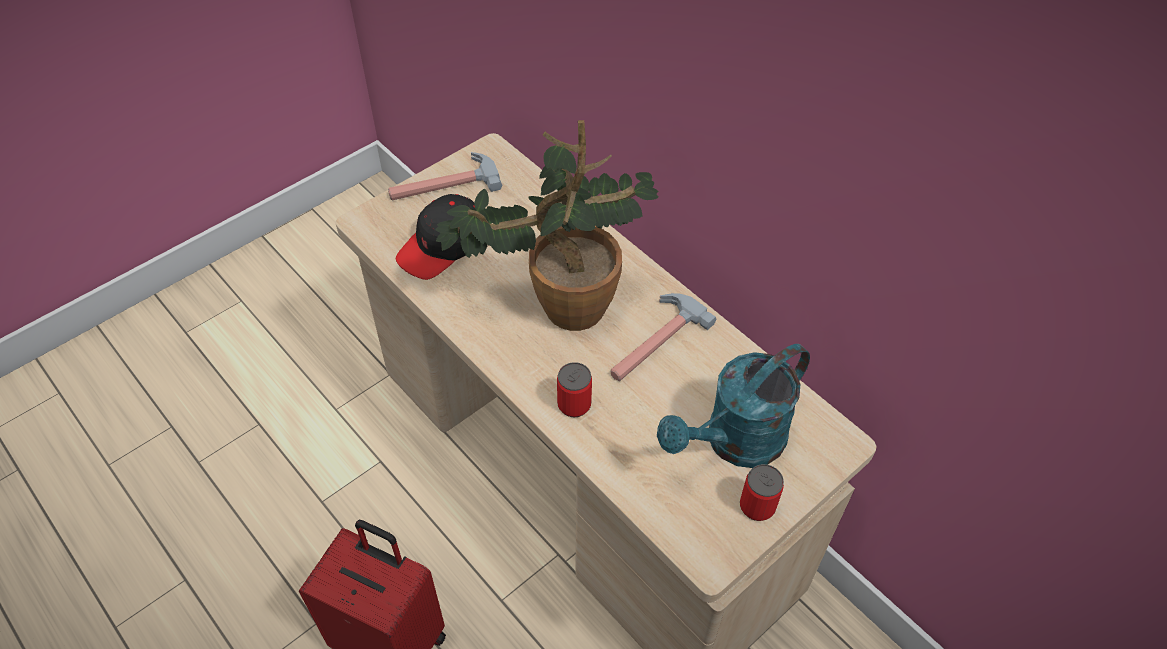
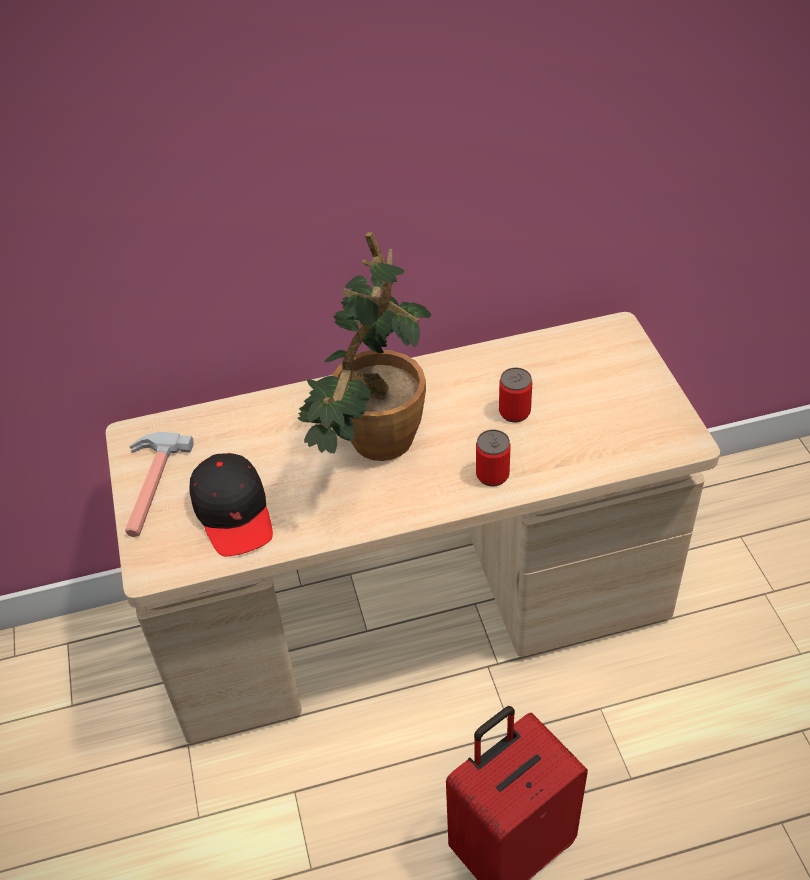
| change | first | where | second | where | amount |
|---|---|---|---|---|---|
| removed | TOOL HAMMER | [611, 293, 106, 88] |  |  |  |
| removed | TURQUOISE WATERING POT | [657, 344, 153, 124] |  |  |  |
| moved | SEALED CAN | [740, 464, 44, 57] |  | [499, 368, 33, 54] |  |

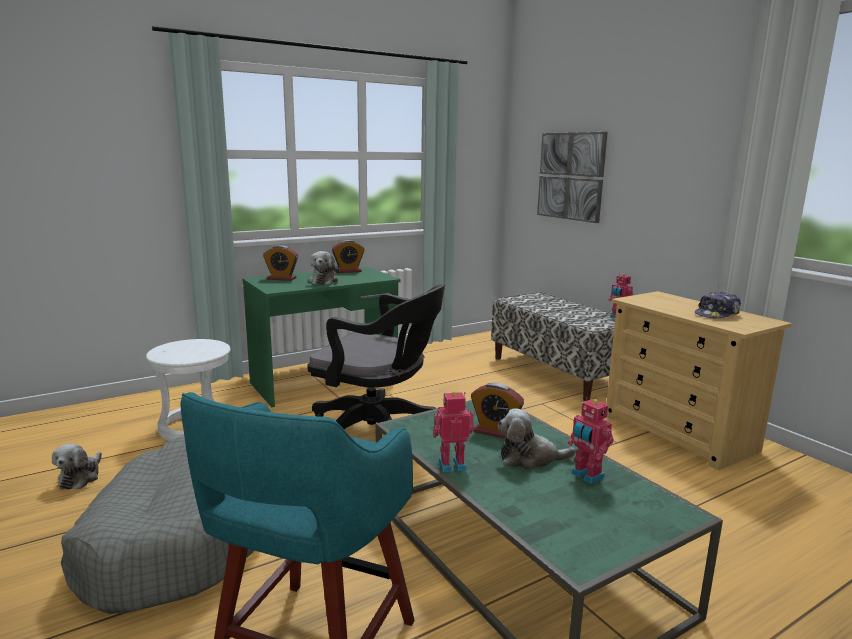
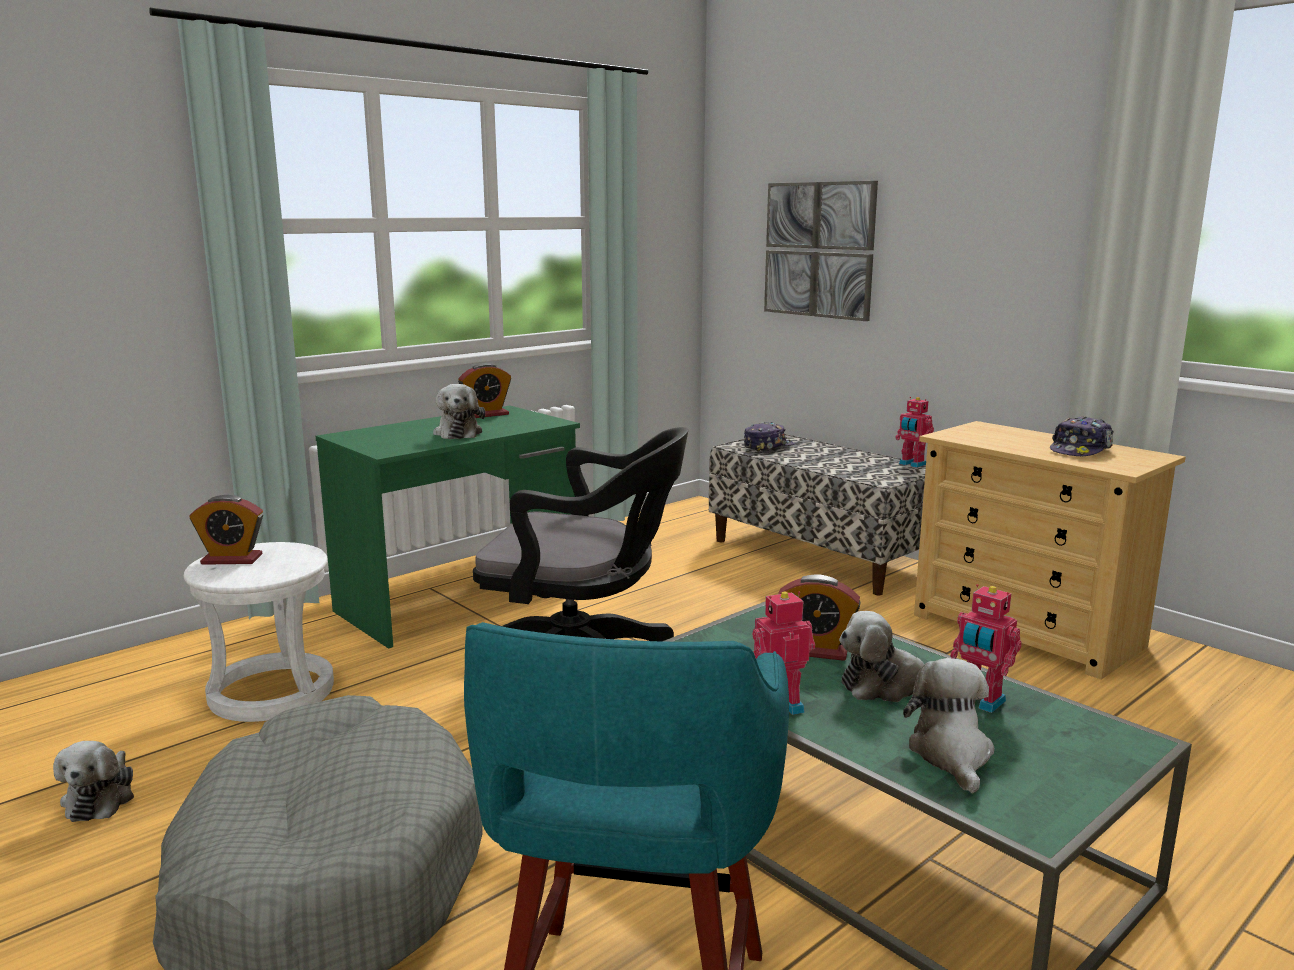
| change | first | where | second | where | amount |
|---|---|---|---|---|---|
| added |  |  | PEAKED CAP | [744, 422, 51, 30] |  |
| added |  |  | PLUSH TOY | [903, 658, 91, 136] |  |
| moved | BEDSIDE CLOCK | [263, 245, 35, 36] |  | [189, 495, 74, 70] |  |

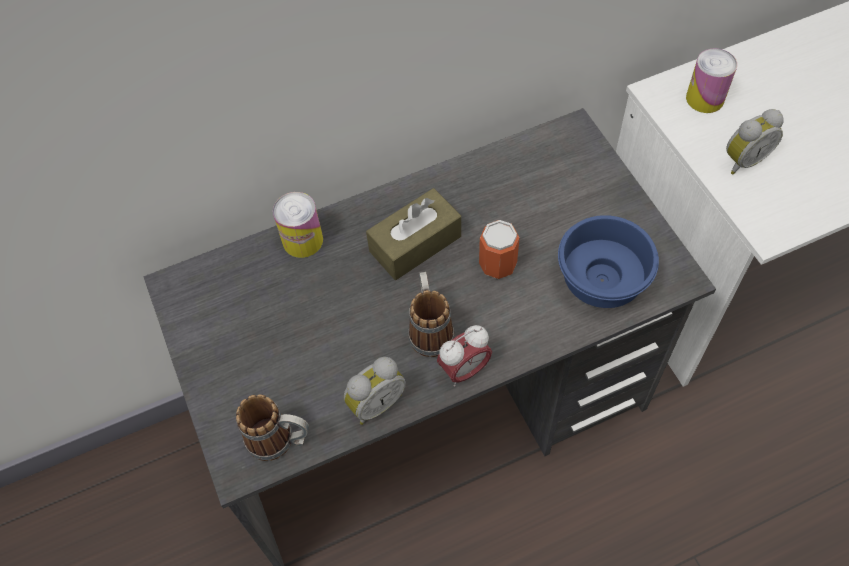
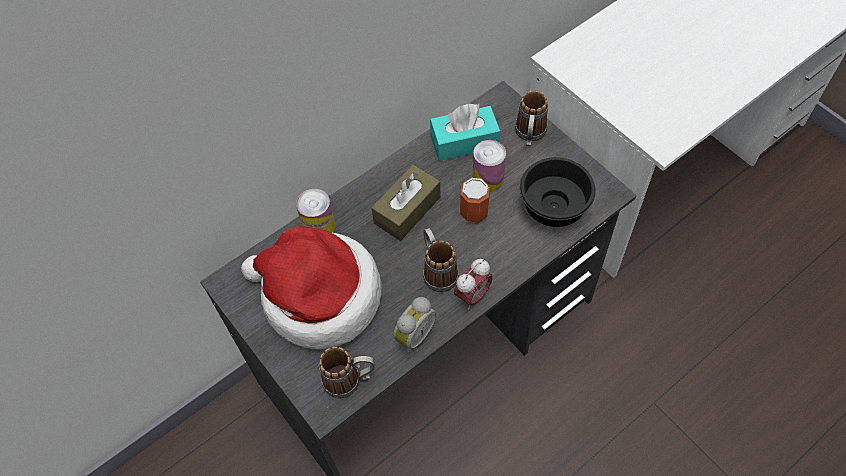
| change | first | where | second | where | amount |
|---|---|---|---|---|---|
| removed | BEDSIDE CLOCK | [726, 109, 57, 65] |  |  |  |
| added |  |  | WEARABLE HAT | [241, 226, 140, 124] |  |
| added |  |  | TURQUOISE TISSUE BOX | [430, 104, 70, 57] |  |
| added |  |  | MUG | [515, 91, 33, 55] |  |
| moved | SEALED CAN | [686, 48, 51, 65] |  | [473, 140, 33, 51] |  |
| recoloured | BLUE DEEP DISH | [558, 215, 101, 93] | BLACKISH DEEP DISH | [520, 157, 76, 70] |  |

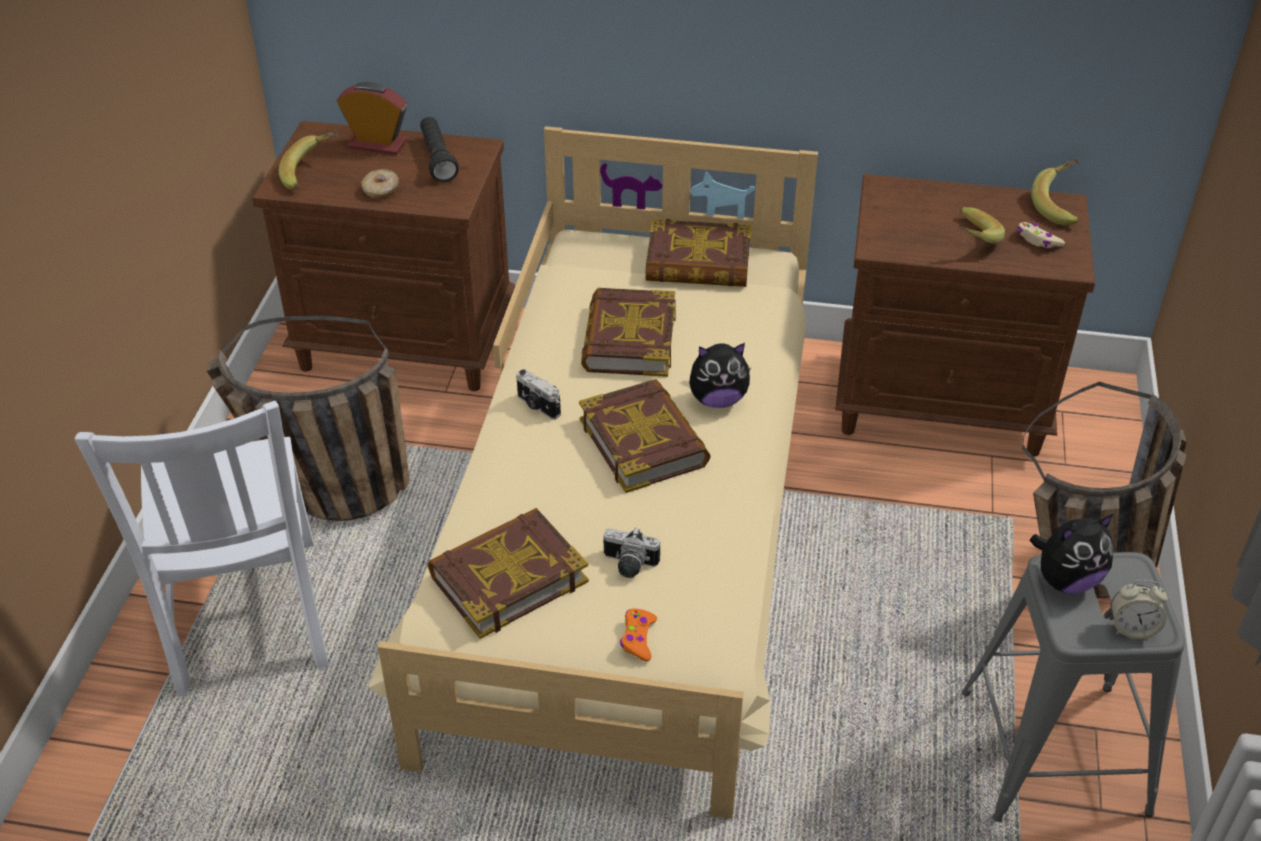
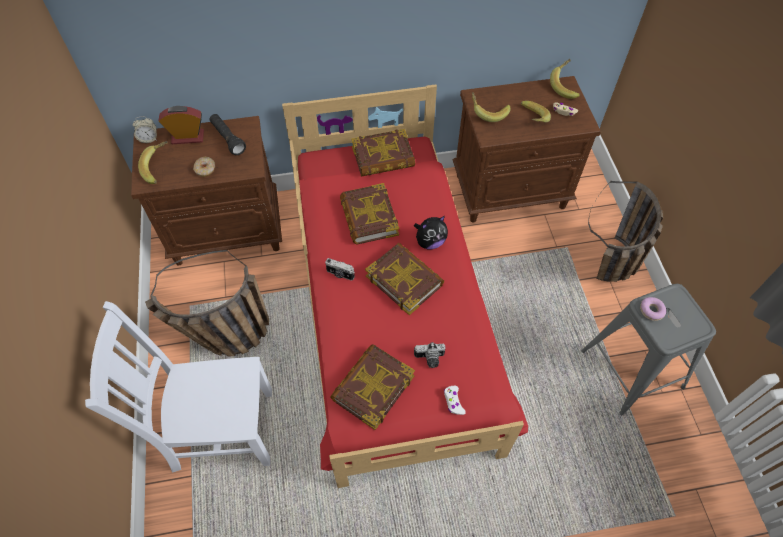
| change | first | where | second | where | amount |
|---|---|---|---|---|---|
| added |  |  | BANANA FRUIT | [472, 92, 38, 30] |  |
| moved | BEDSIDE CLOCK | [1111, 580, 57, 59] |  | [133, 116, 24, 27] |  |
| replaced | PLUSH TOY | [1030, 514, 84, 80] | DOUGHNUT | [640, 297, 26, 24] |  |
| recoloured | BEIGE-COLOURED BEDROOM BED | [368, 126, 450, 693] | RED-COLOURED BEDROOM BED | [282, 84, 246, 404] |  |
| recoloured | ORANGE GAMEPAD | [620, 609, 37, 52] | WHITISH GAMEPAD | [444, 386, 22, 29] |  |
| turned | WHITISH CHAIR | [75, 401, 254, 294] |  | [85, 301, 187, 172] | 120 degrees clockwise |

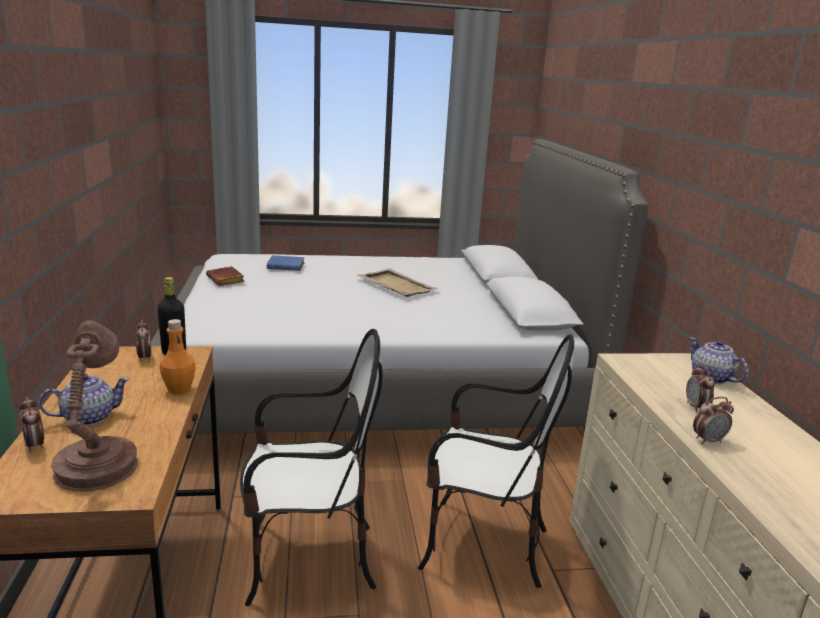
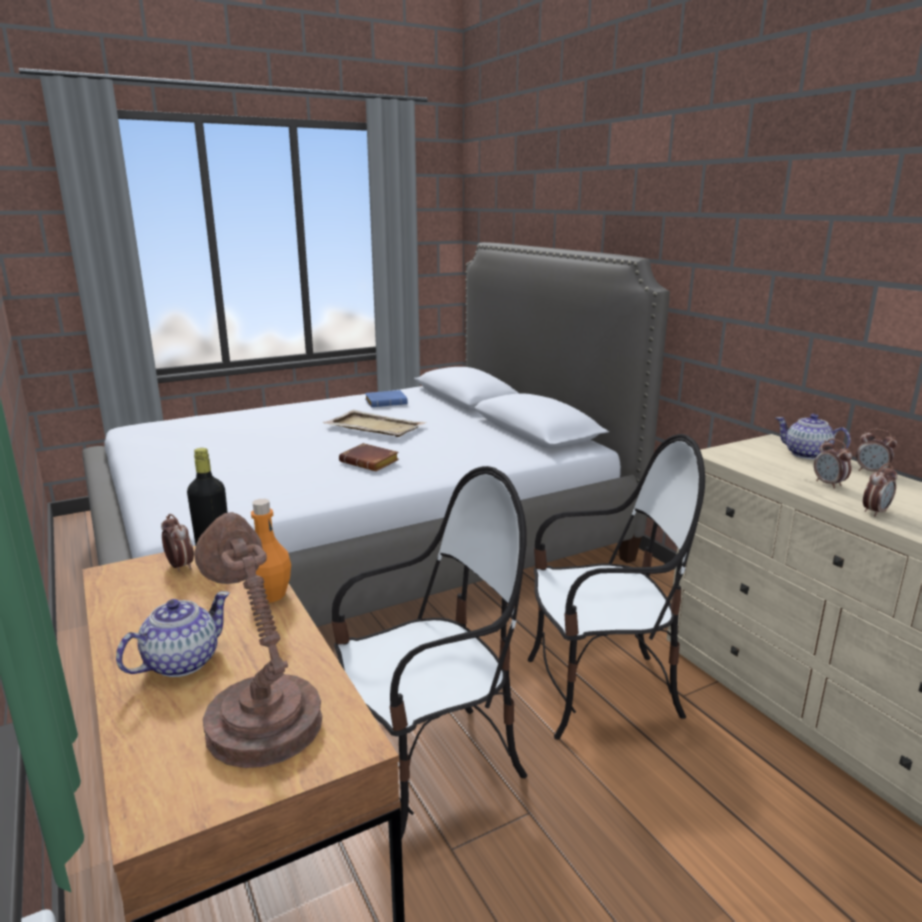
| change | first | where | second | where | amount |
|---|---|---|---|---|---|
| moved | BEDSIDE CLOCK | [19, 397, 25, 56] |  | [856, 429, 41, 43] |  |
| moved | BROWN VOLUME | [206, 266, 39, 20] |  | [339, 443, 60, 28] |  |
| moved | BLUE VOLUME | [267, 255, 38, 16] |  | [365, 390, 43, 17] |  |

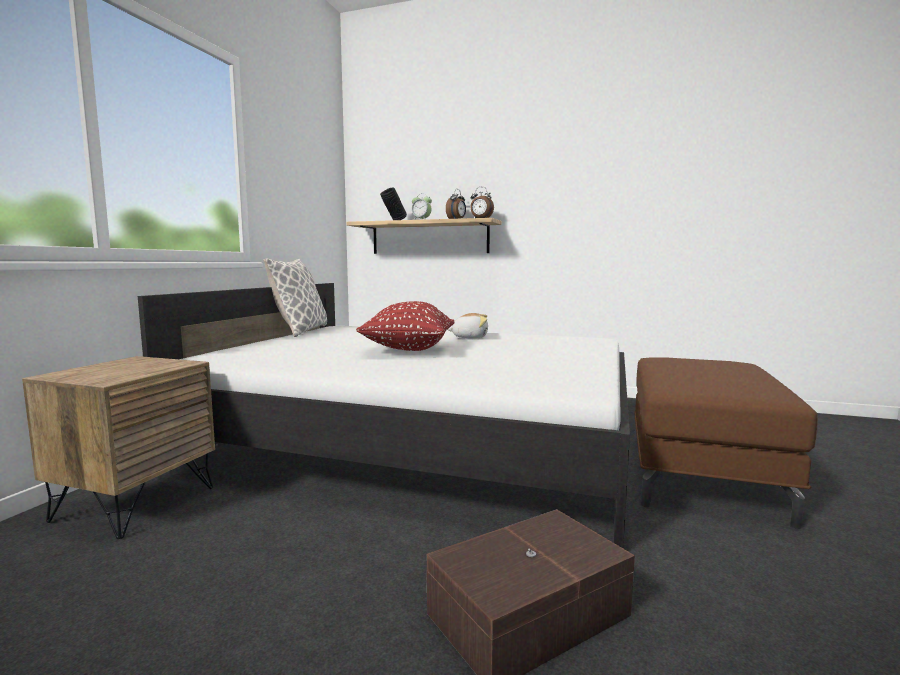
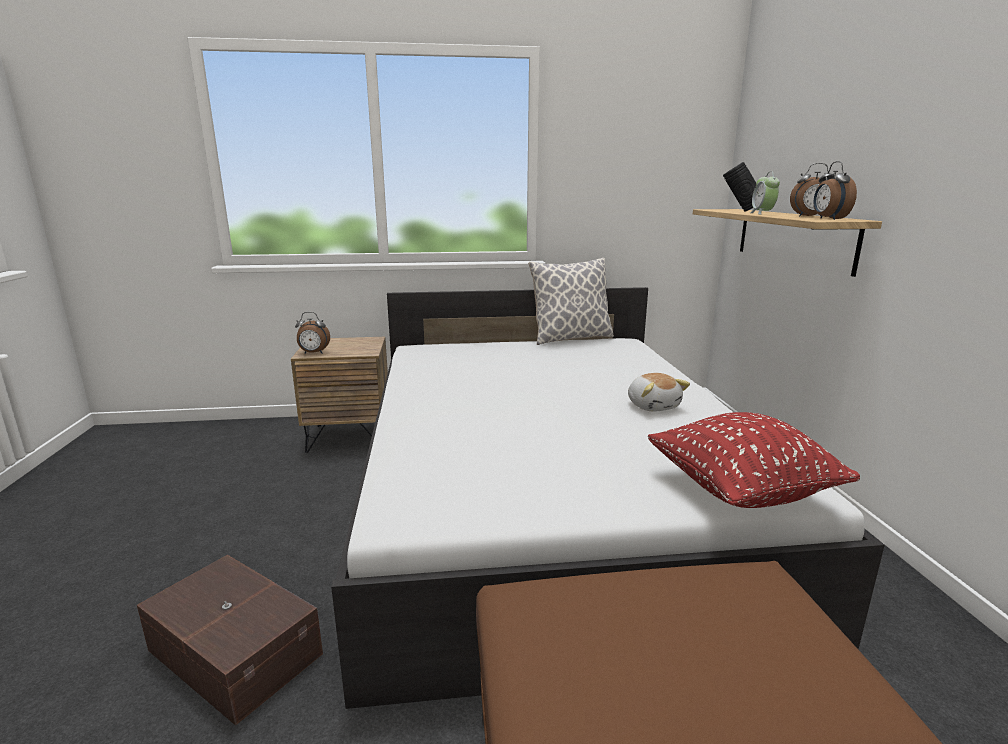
| change | first | where | second | where | amount |
|---|---|---|---|---|---|
| added |  |  | BEDSIDE CLOCK | [295, 312, 35, 42] |  |
| moved | RED-COLOURED THROW PILLOW | [356, 301, 98, 50] |  | [648, 412, 212, 96] |  |

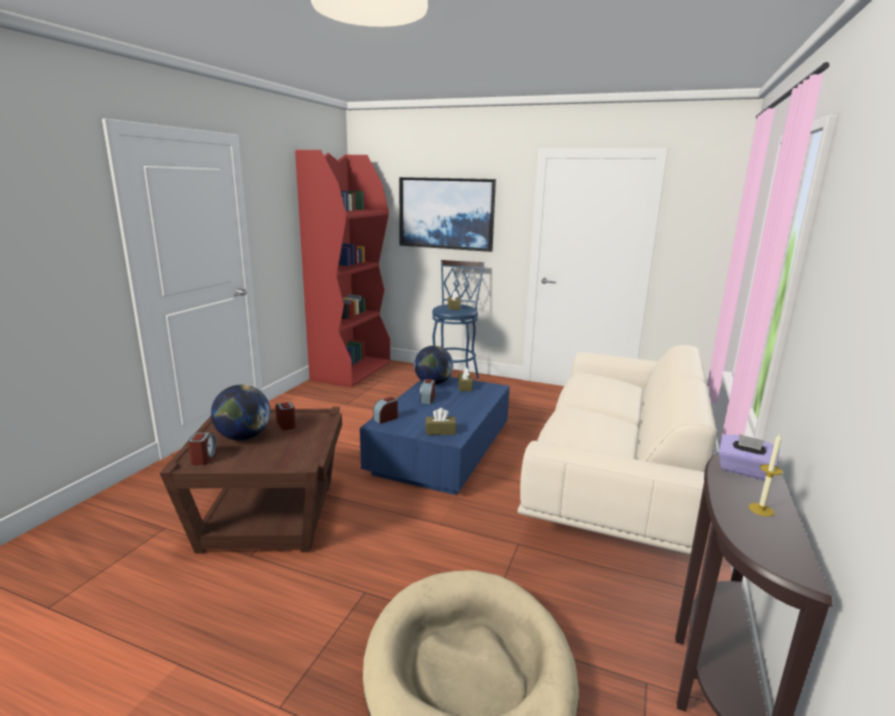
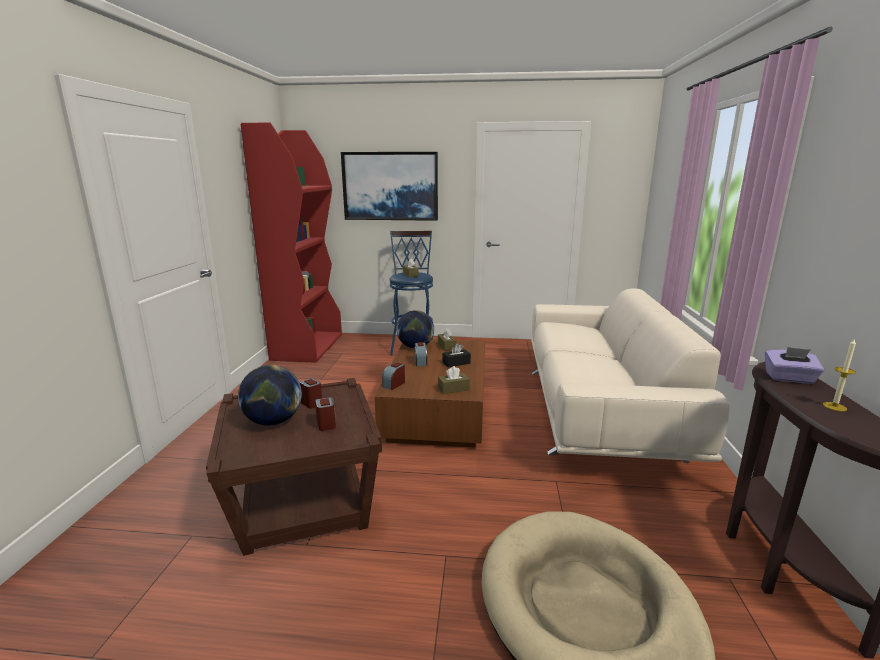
| change | first | where | second | where | amount |
|---|---|---|---|---|---|
| added |  |  | BLACKISH TISSUE BOX | [443, 343, 28, 24] |  |
| moved | BEDSIDE CLOCK | [188, 433, 29, 32] |  | [315, 397, 21, 34] |  |
| recoloured | BLUE COFFEE TABLE | [360, 377, 150, 118] | BROWN COFFEE TABLE | [374, 339, 111, 109] |  |

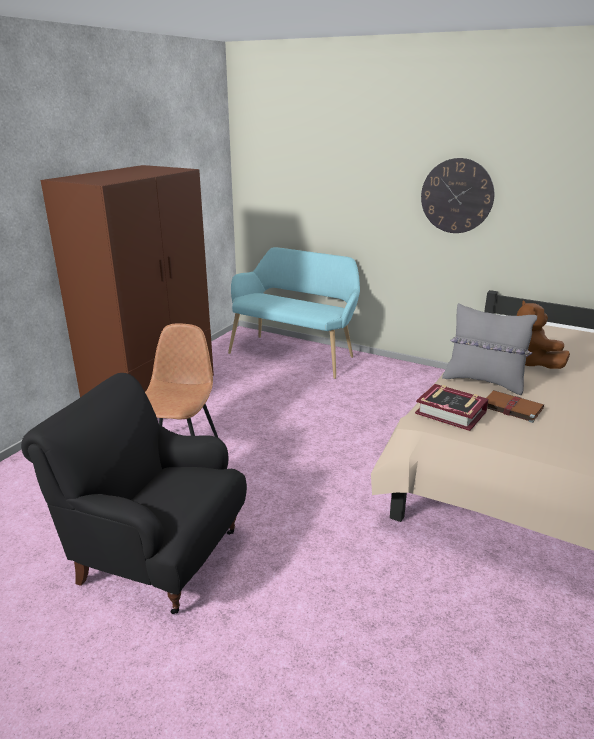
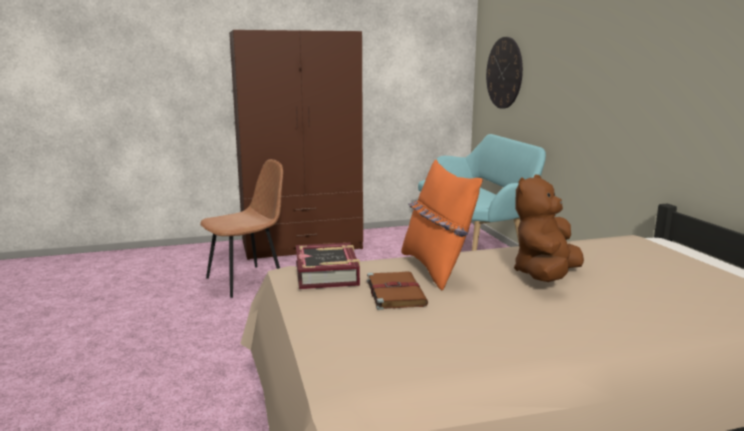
| change | first | where | second | where | amount |
|---|---|---|---|---|---|
| removed | BLACKISH EASY CHAIR | [21, 373, 226, 241] |  |  |  |
| moved | HANGING CLOCK | [421, 158, 73, 75] |  | [486, 37, 37, 72] |  |
| recoloured | GREYISH THROW PILLOW | [442, 303, 95, 92] | ORANGE THROW PILLOW | [401, 160, 82, 131] |  |

